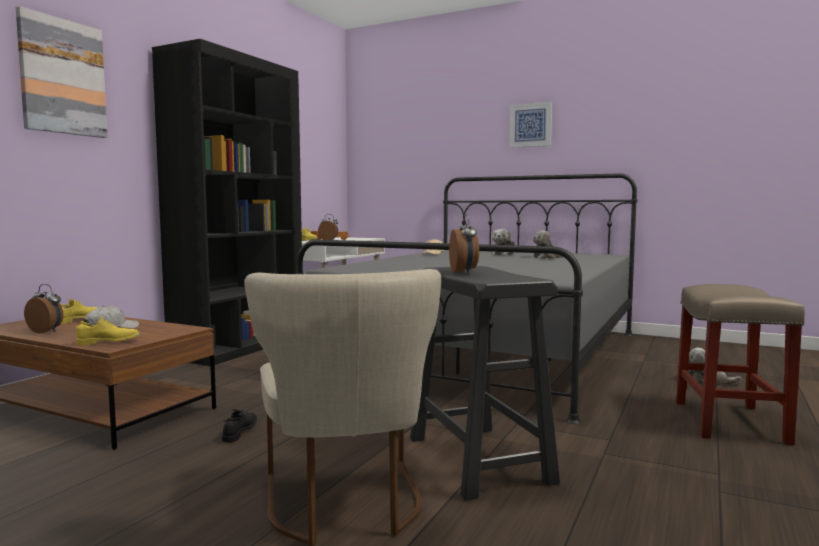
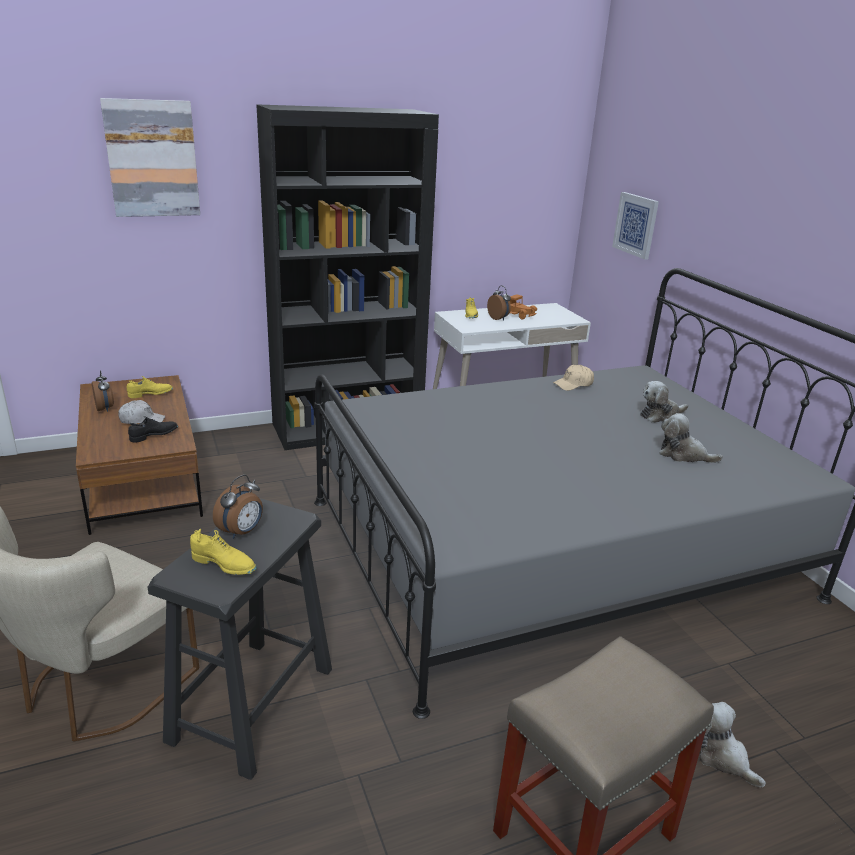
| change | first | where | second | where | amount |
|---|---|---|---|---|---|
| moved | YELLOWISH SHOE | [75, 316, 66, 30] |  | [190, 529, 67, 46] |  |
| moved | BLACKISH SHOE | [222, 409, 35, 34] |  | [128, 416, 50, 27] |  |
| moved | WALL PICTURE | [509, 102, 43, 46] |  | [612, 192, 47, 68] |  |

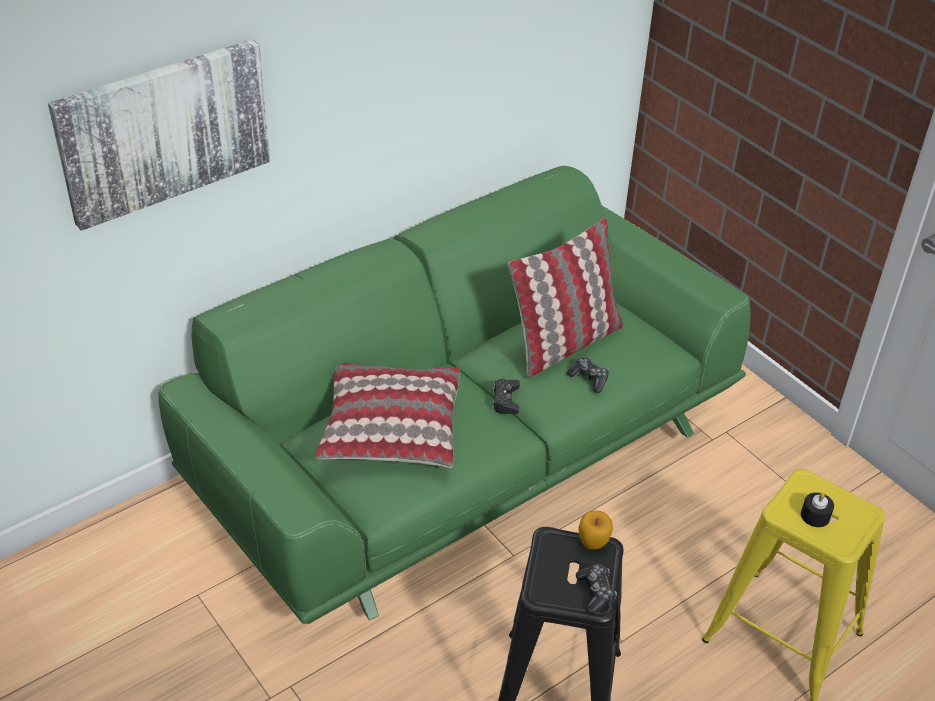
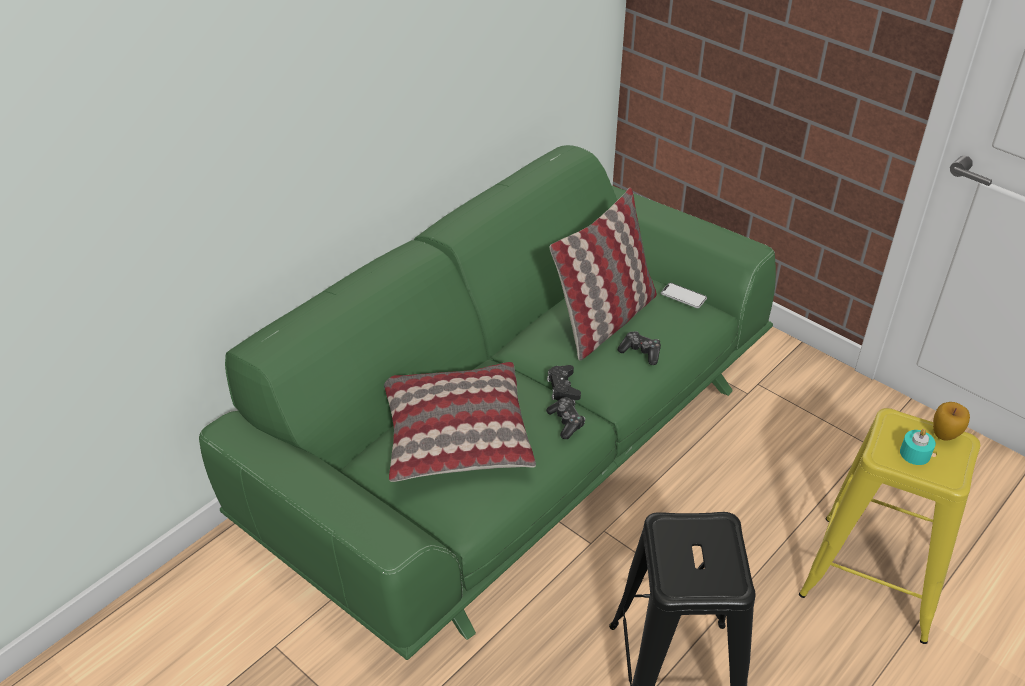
| change | first | where | second | where | amount |
|---|---|---|---|---|---|
| removed | WALL PICTURE | [48, 39, 222, 192] |  |  |  |
| added |  |  | TELEPHONE | [661, 283, 46, 25] |  |
| moved | GAMEPAD | [576, 564, 41, 50] |  | [546, 398, 39, 41] |  |
| moved | APPLE FRUIT | [579, 511, 34, 39] |  | [933, 402, 37, 39] |  |
| recoloured | BLACKISH CANDLE | [801, 492, 33, 35] | TURQUOISE CANDLE | [900, 429, 36, 36] |  |

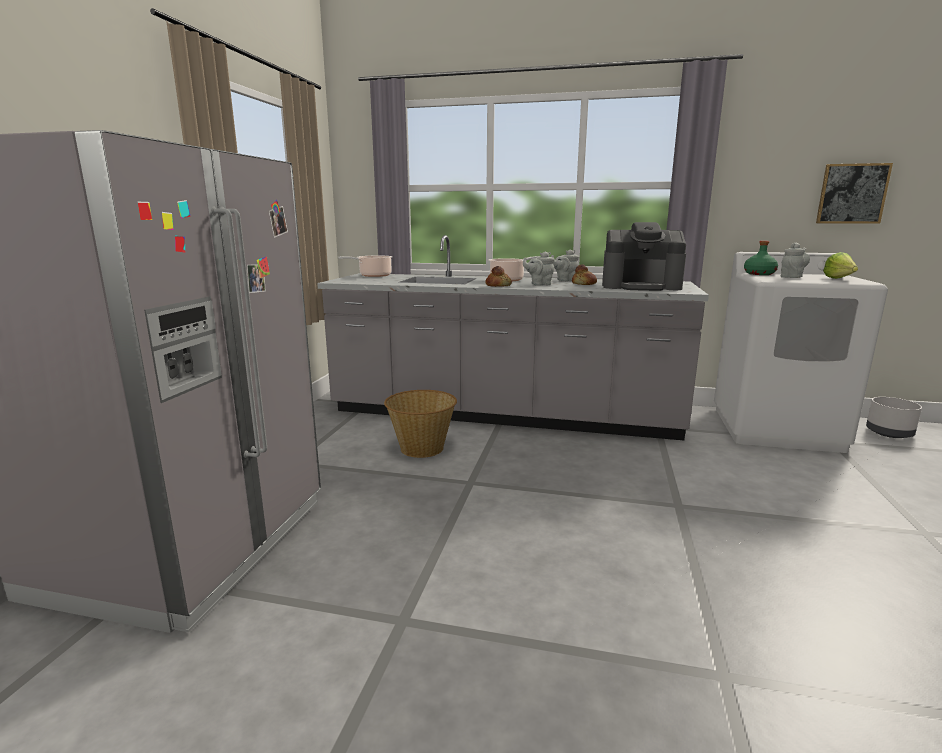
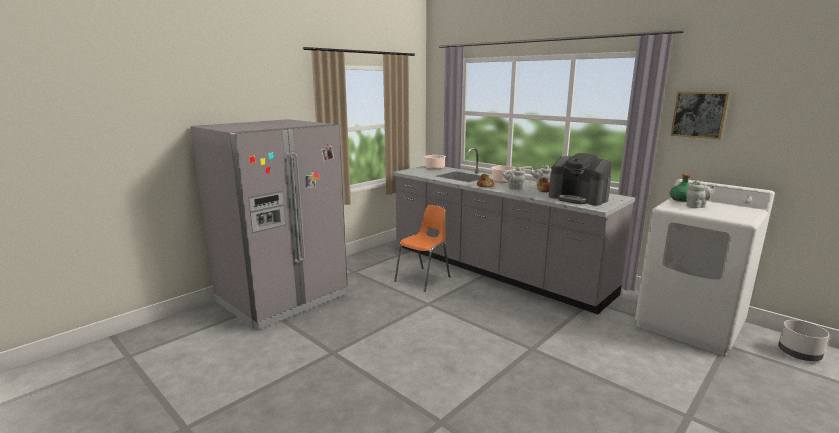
| change | first | where | second | where | amount |
|---|---|---|---|---|---|
| removed | LETTUCE | [823, 252, 35, 27] |  |  |  |
| moved | WALL PICTURE | [816, 163, 77, 61] |  | [671, 92, 58, 47] |  |
| replaced | HOUSEHOLD BASKET | [384, 390, 73, 68] | ORANGE CHAIR | [394, 205, 56, 87] |  |

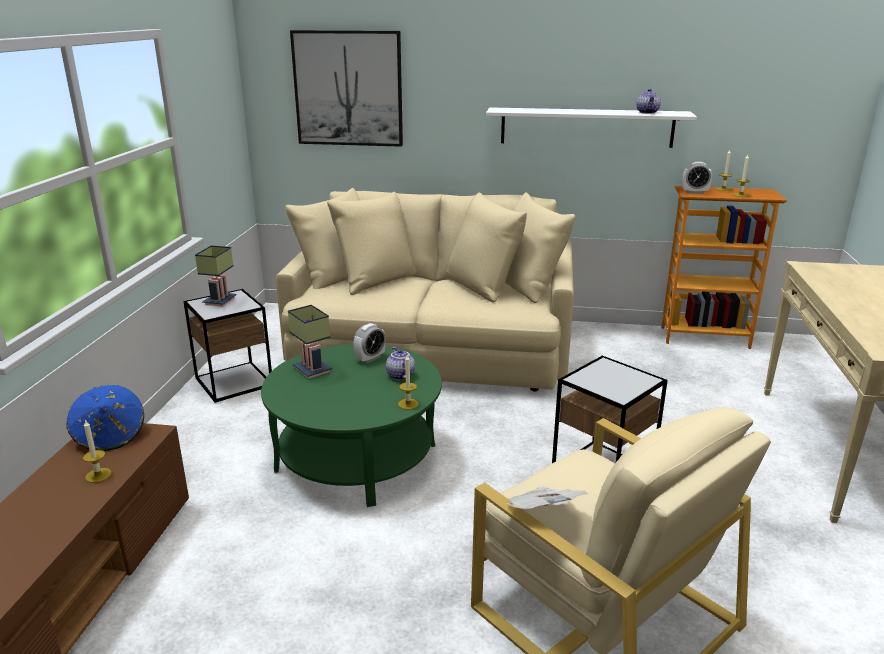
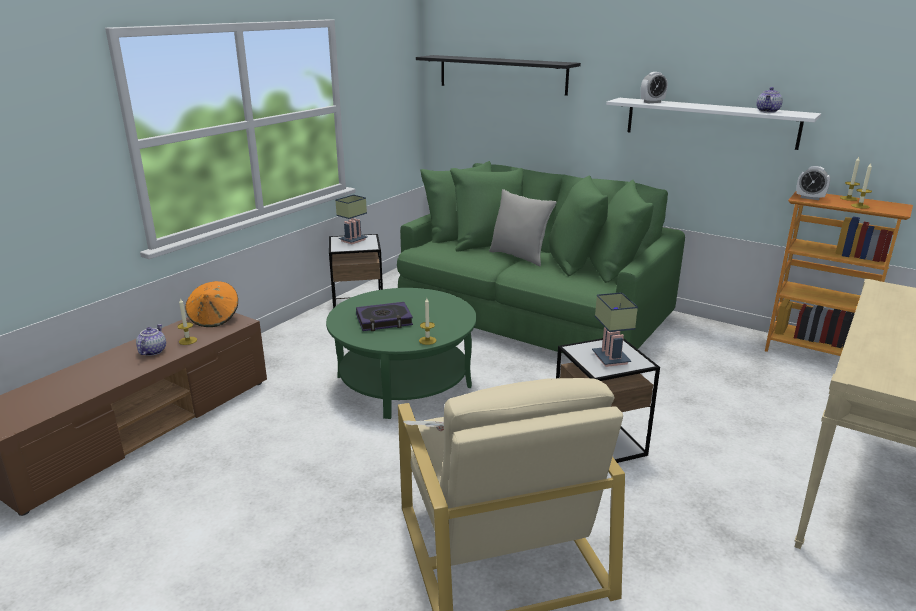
| change | first | where | second | where | amount |
|---|---|---|---|---|---|
| added |  |  | VOLUME | [356, 302, 57, 29] |  |
| added |  |  | GREYISH THROW PILLOW | [489, 189, 68, 77] |  |
| moved | LAMP FOR A TABLE | [288, 305, 44, 74] |  | [592, 292, 46, 75] |  |
| moved | BEDSIDE CLOCK | [353, 323, 33, 41] |  | [641, 72, 27, 31] |  |
| moved | TEA POT | [386, 347, 29, 33] |  | [136, 324, 30, 32] |  |
| replaced | WALL PICTURE | [290, 30, 113, 117] | BLACKISH SHELF | [416, 55, 165, 41] |  |
| recoloured | BLUE WEARABLE HAT | [66, 385, 78, 66] | ORANGE WEARABLE HAT | [185, 281, 53, 46] |  |
| recoloured | BEIGE-COLOURED COUCH | [276, 188, 299, 203] | GREENISH COUCH | [397, 161, 288, 192] |  |

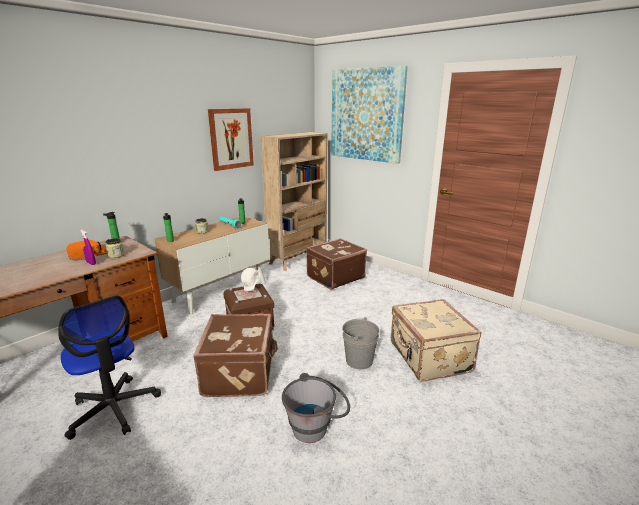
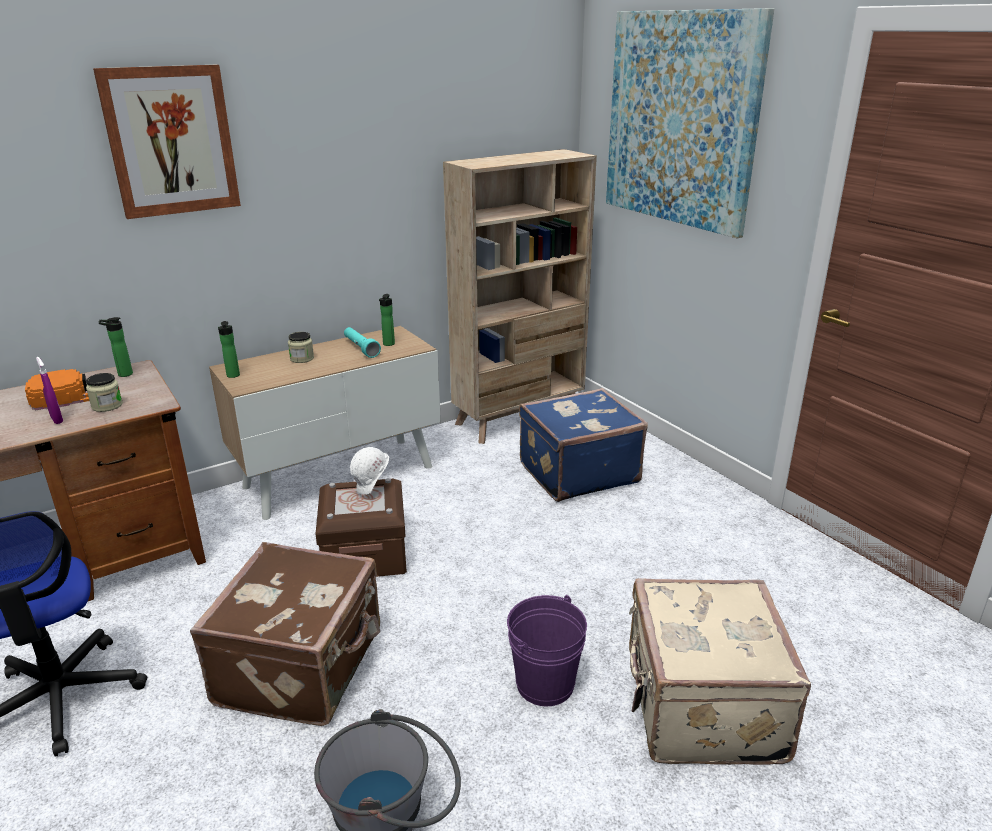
| change | first | where | second | where | amount |
|---|---|---|---|---|---|
| moved | WALL PICTURE | [208, 108, 46, 63] |  | [93, 65, 148, 154] |  |
| recoloured | BROWN PIECE OF LUGGAGE | [306, 238, 61, 52] | BLUE PIECE OF LUGGAGE | [519, 388, 129, 114] |  |
| recoloured | GREYISH PAIL | [342, 317, 37, 52] | PURPLE PAIL | [507, 595, 80, 111] |  |

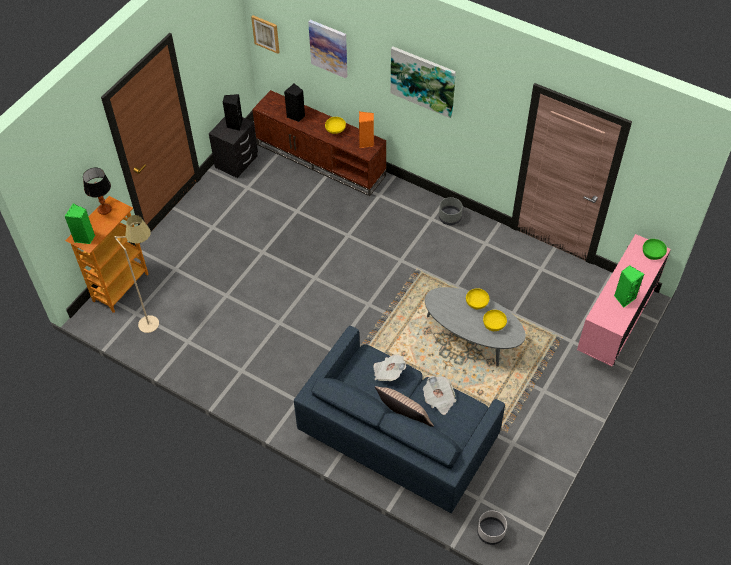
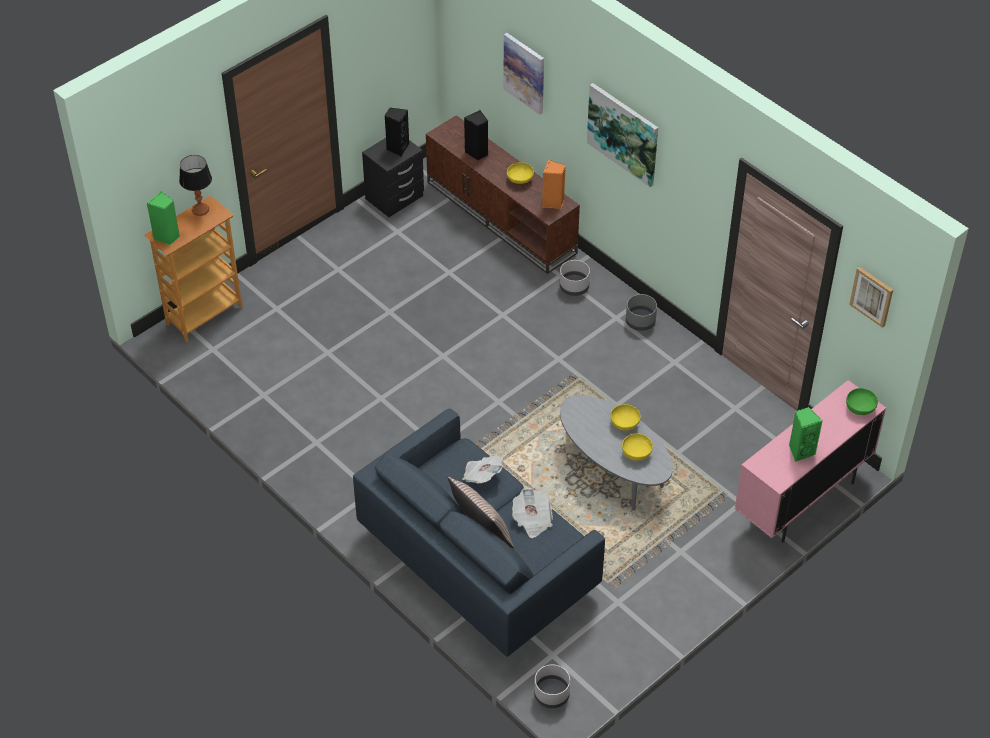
| change | first | where | second | where | amount |
|---|---|---|---|---|---|
| removed | BEIGE-COLOURED STANDING LAMP | [115, 215, 44, 118] |  |  |  |
| added |  |  | GREYISH PLANT POT | [560, 260, 30, 36] |  |
| moved | WALL PICTURE | [251, 15, 28, 39] |  | [849, 267, 44, 61] |  |

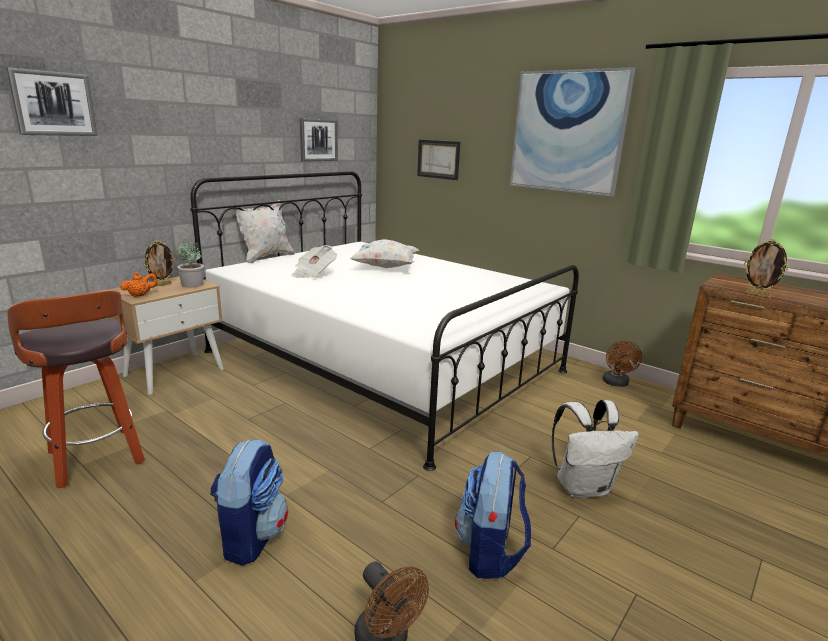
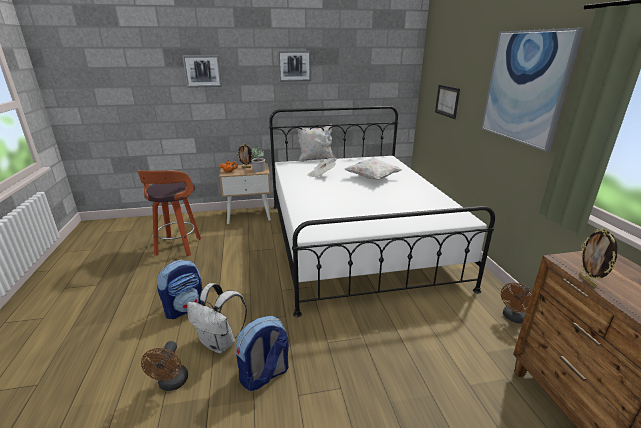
| change | first | where | second | where | amount |
|---|---|---|---|---|---|
| moved | WALL PICTURE | [300, 118, 38, 44] |  | [278, 50, 33, 32] |  |
| moved | WHITISH RUCKSACK | [552, 400, 87, 98] |  | [187, 283, 60, 70] |  |

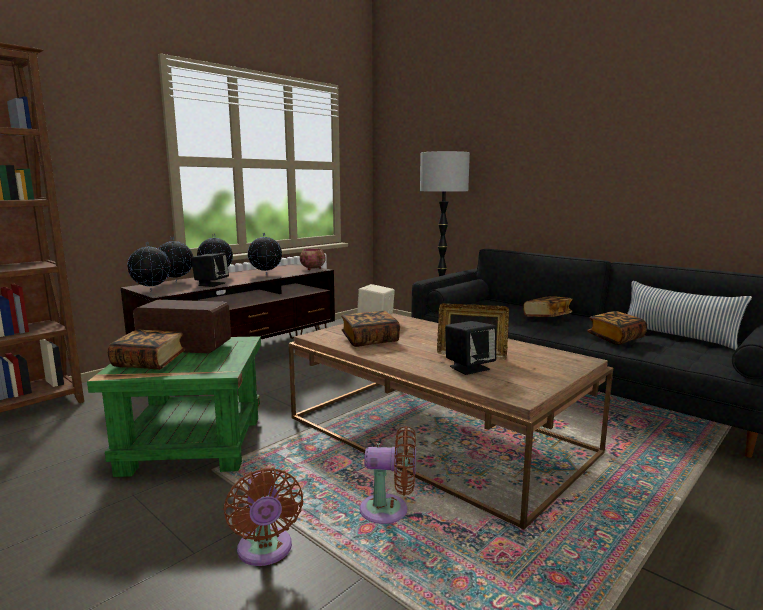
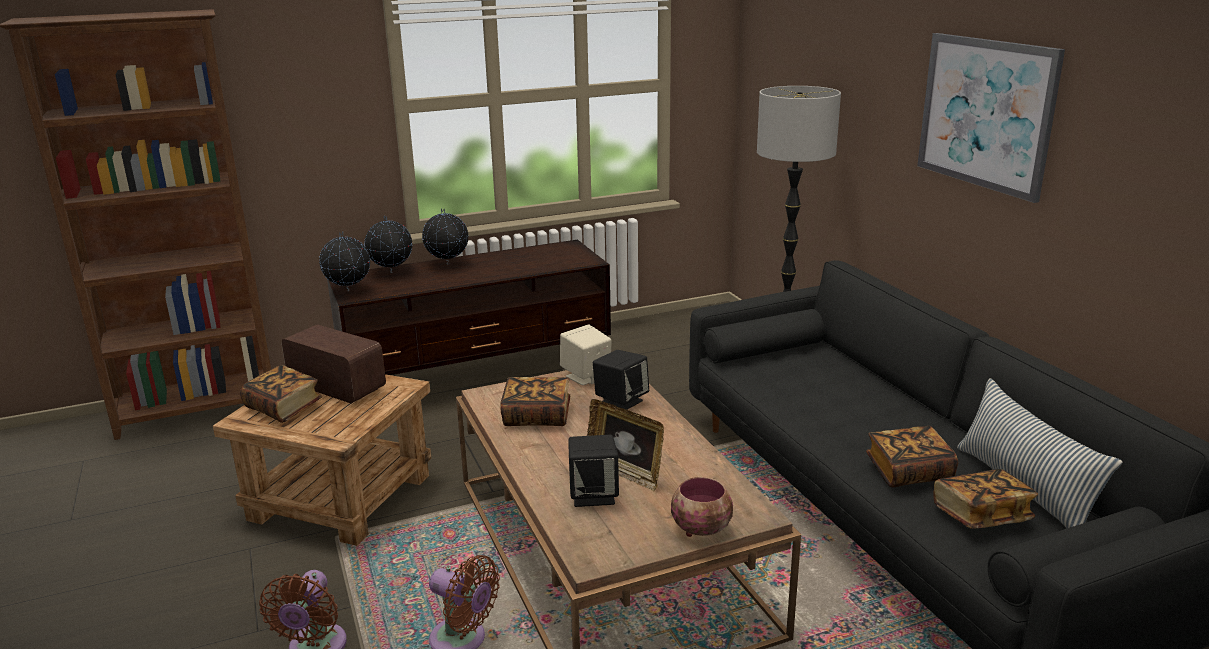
| change | first | where | second | where | amount |
|---|---|---|---|---|---|
| removed | DESK GLOBE | [248, 233, 34, 42] |  |  |  |
| added |  |  | WALL PICTURE | [917, 33, 148, 170] |  |
| moved | BLACKISH LOUDSPEAKER | [191, 253, 38, 34] |  | [593, 350, 56, 60] |  |
| moved | DEEP DISH | [300, 249, 26, 21] |  | [671, 477, 62, 60] |  |
| moved | VOLUME | [523, 296, 49, 21] |  | [933, 469, 105, 60] |  |
| recoloured | GREENISH END TABLE | [87, 336, 174, 141] | BROWN END TABLE | [213, 374, 218, 172] |  |

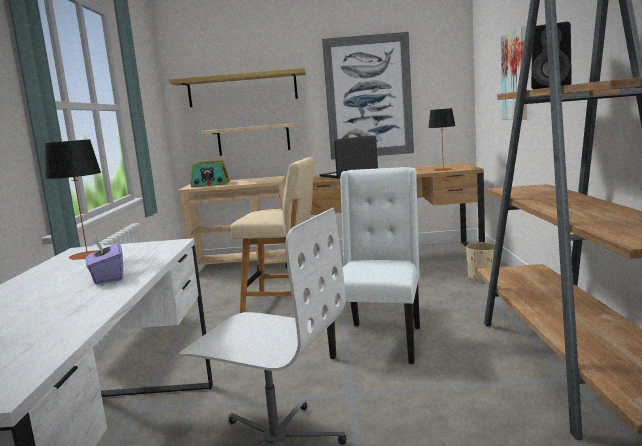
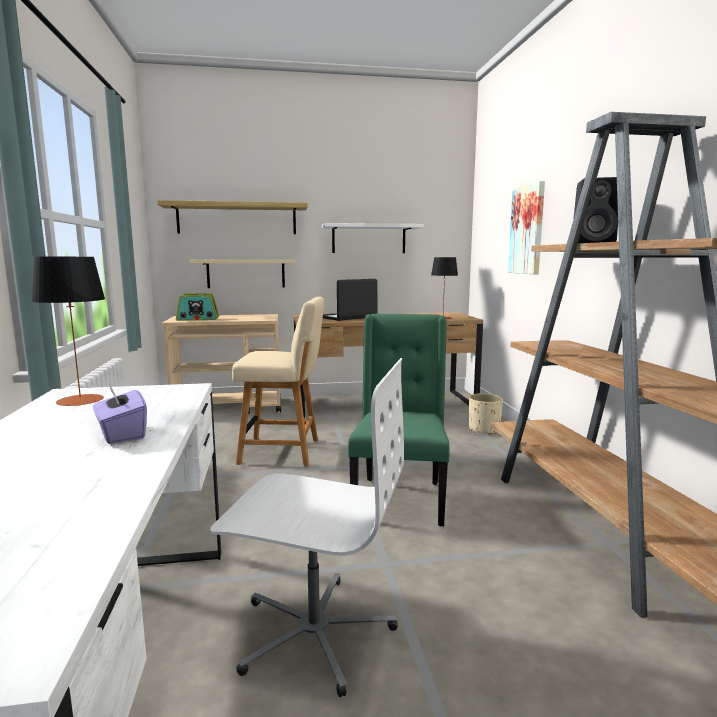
| change | first | where | second | where | amount |
|---|---|---|---|---|---|
| replaced | WALL PICTURE | [322, 32, 92, 128] | WHITISH SHELF | [322, 223, 102, 30] |  |
| recoloured | WHITISH CHAIR | [327, 167, 93, 197] | GREENISH CHAIR | [348, 314, 102, 212] |  |

